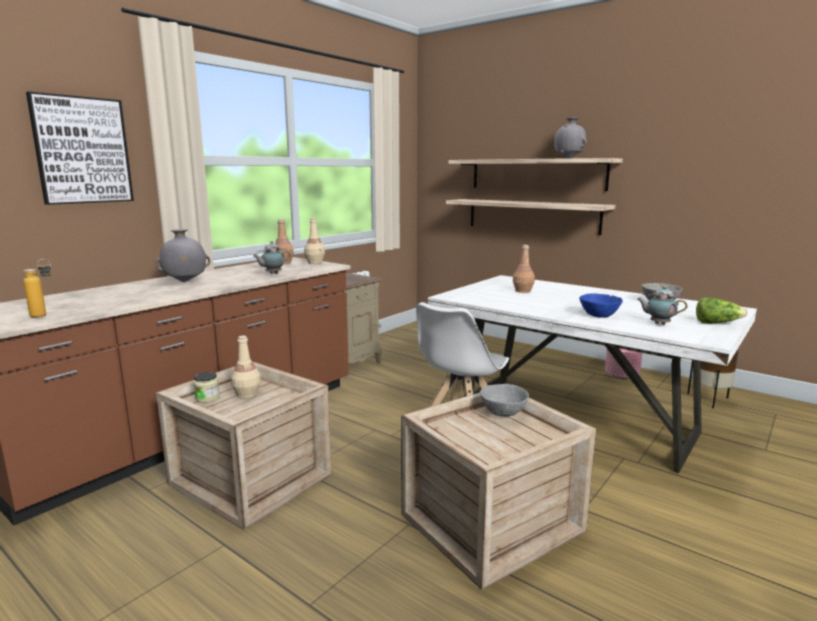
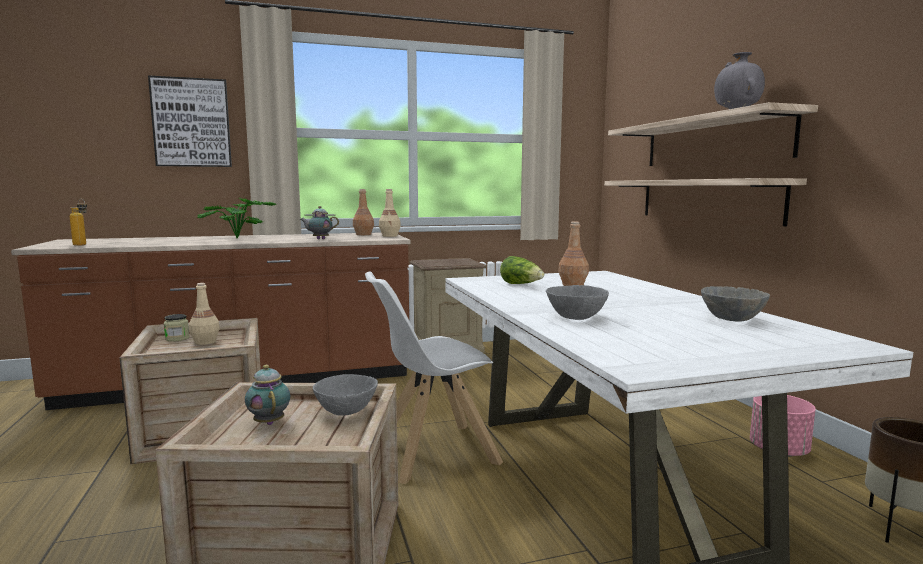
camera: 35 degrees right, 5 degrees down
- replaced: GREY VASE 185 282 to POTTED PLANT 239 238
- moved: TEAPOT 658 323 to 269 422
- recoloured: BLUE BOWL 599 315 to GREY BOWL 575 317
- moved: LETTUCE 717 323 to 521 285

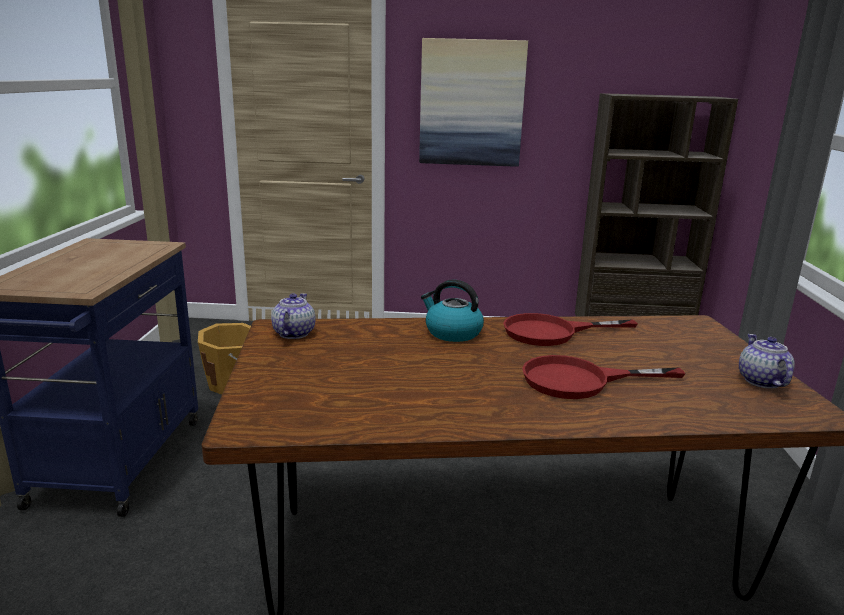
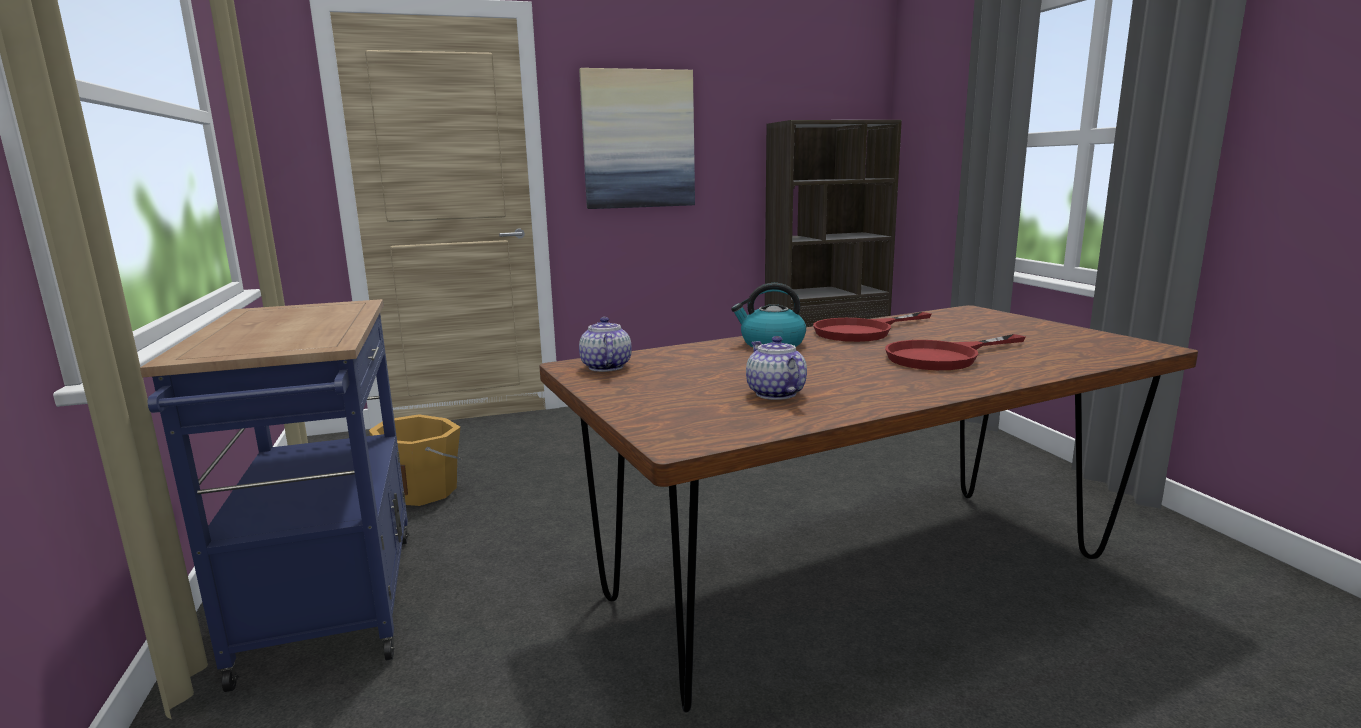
camera: 20 degrees left, 5 degrees down
- moved: TEAPOT 761 381 to 774 393

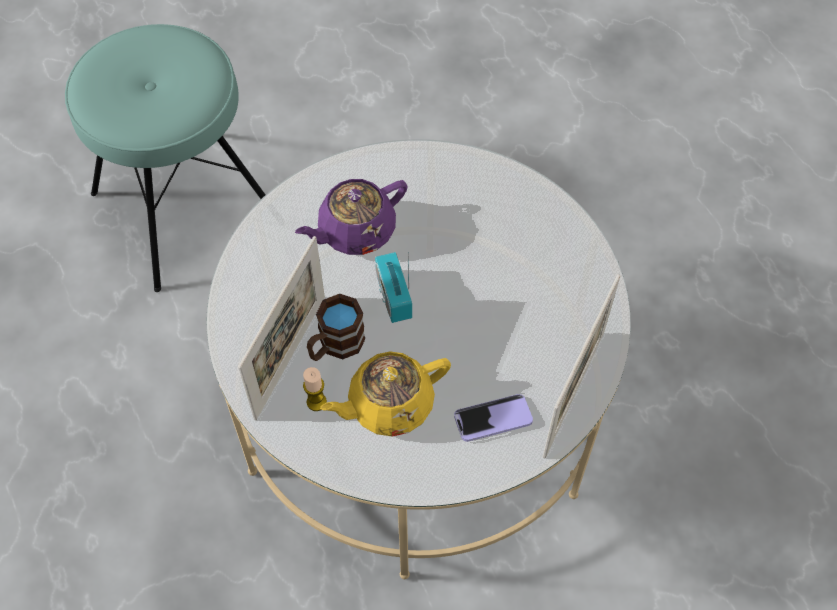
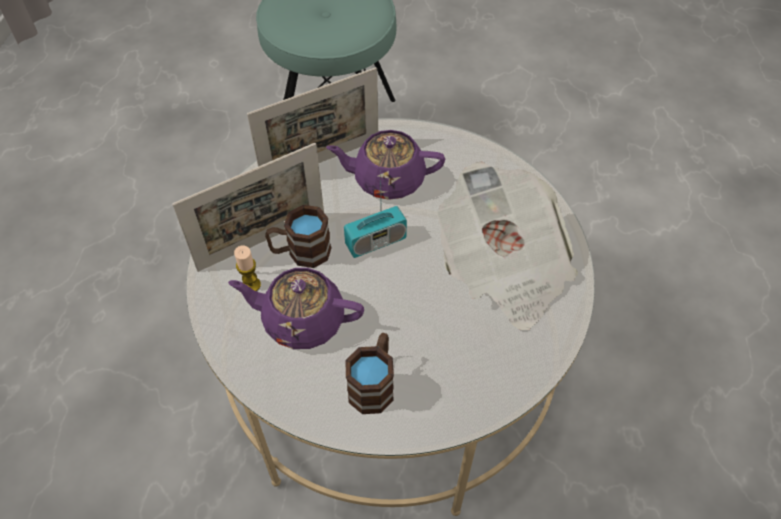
camera: 35 degrees right, 5 degrees down
- turned: RADIO 393 296 = 376 242 135 degrees counterclockwise
- moved: PICTURE FRAME 574 393 to 321 161
- recoloured: YELLOW TEAPOT 389 404 to PURPLE TEAPOT 302 320
- replaced: PHONE 493 419 to BROWN MUG 374 383
- added: NEWSPAPER 504 268

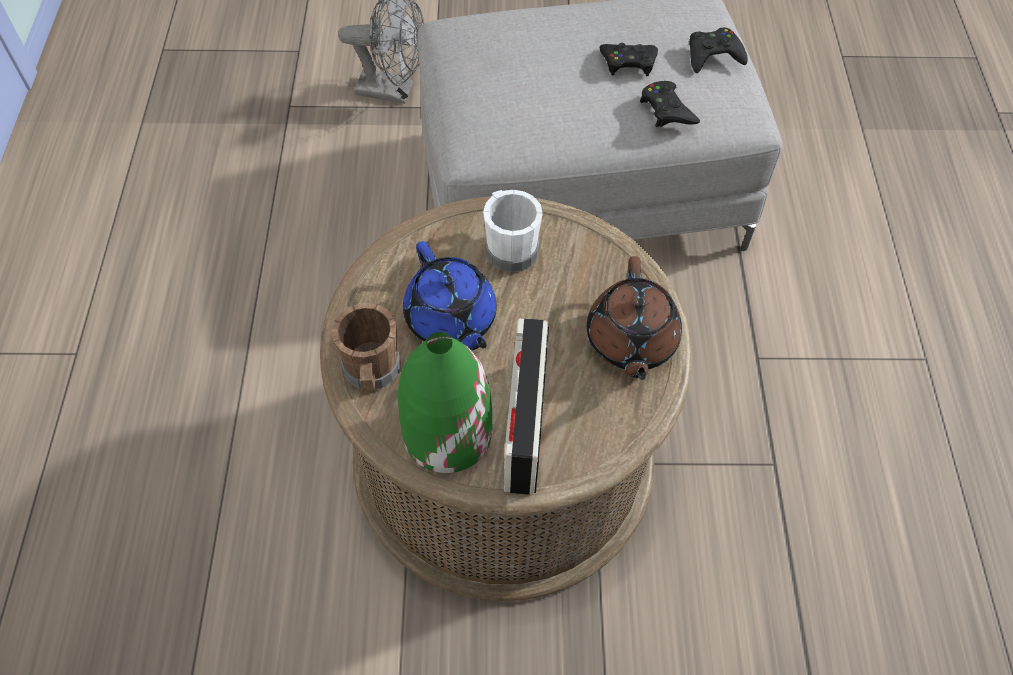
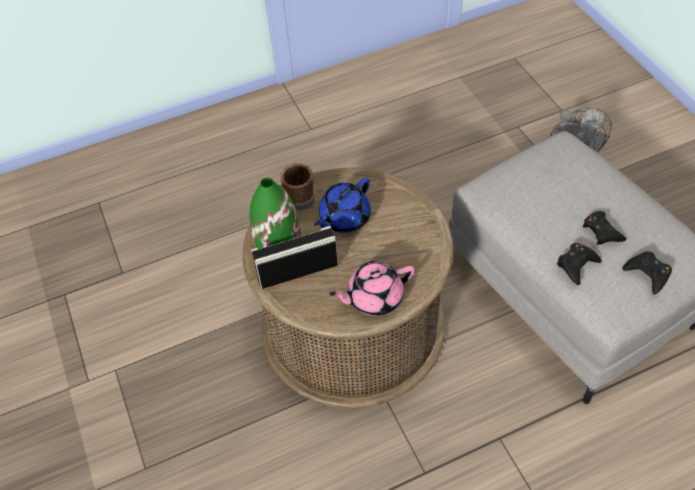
camera: 70 degrees right, 5 degrees down
- removed: WHITE MUG 509 246
- recoloured: BROWN TEAPOT 630 341 to PINK TEAPOT 374 297

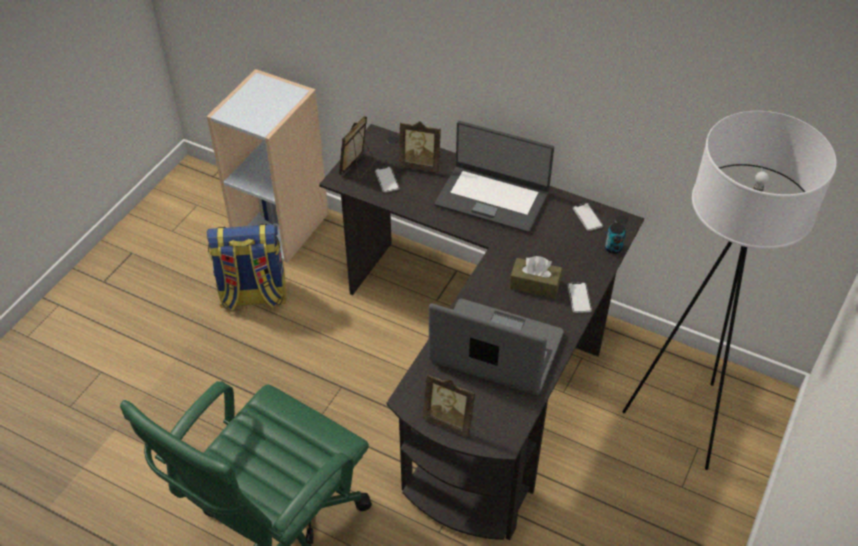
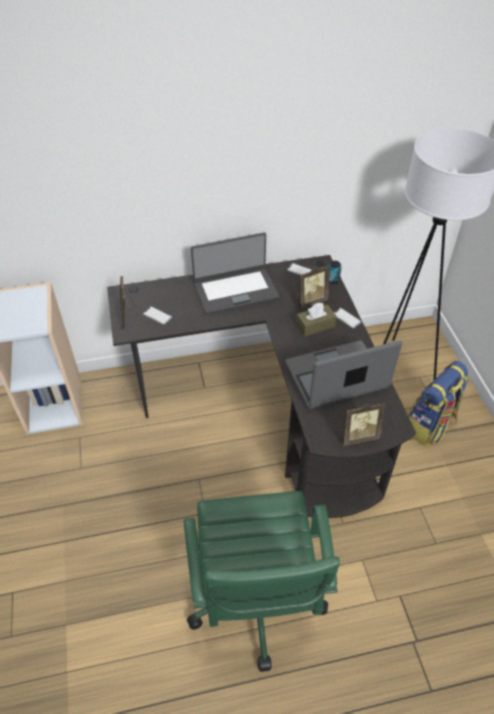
camera: 40 degrees left, 0 degrees up
- moved: PICTURE FRAME 420 164 to 310 301
- moved: BACKPACK 253 296 to 430 426

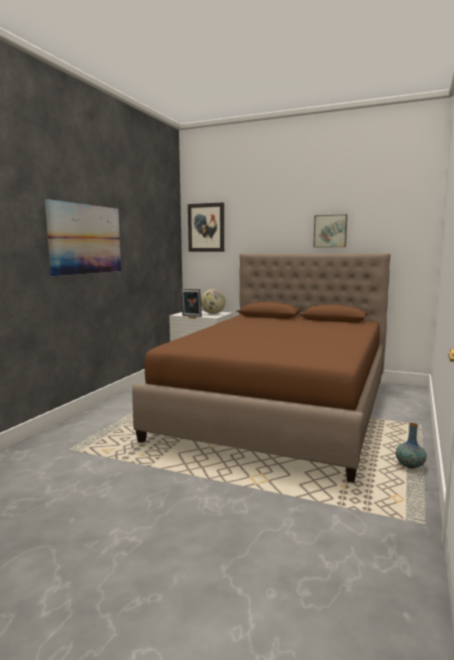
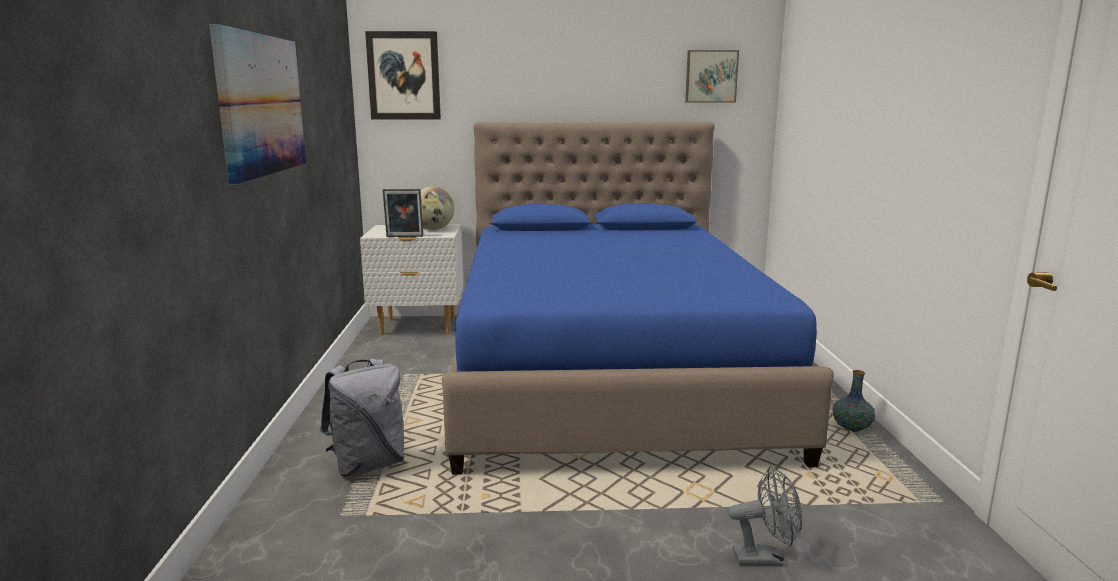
camera: 25 degrees left, 5 degrees up
- moved: PICTURE 330 231 to 711 76
- recoloured: BROWN BED 281 407 to BLUE BED 608 372
- added: GREY BACKPACK 368 465
- added: GREY FAN 765 558

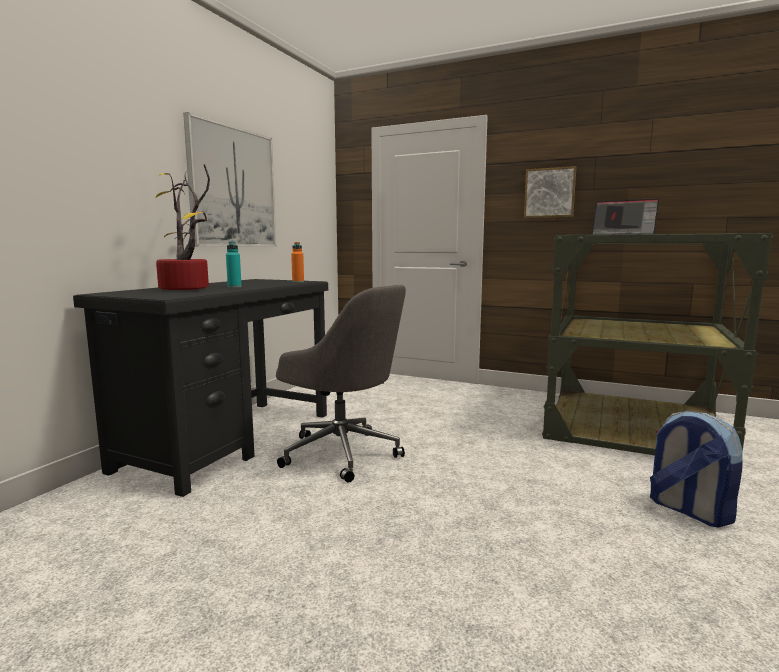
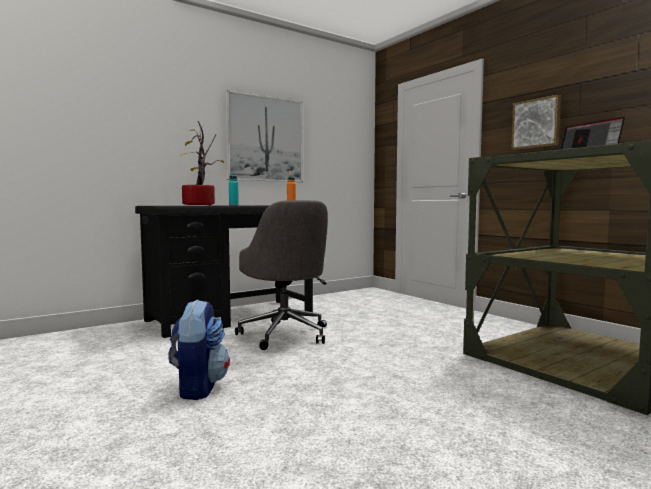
camera: 30 degrees right, 5 degrees down
- moved: BACKPACK 688 510 to 198 387

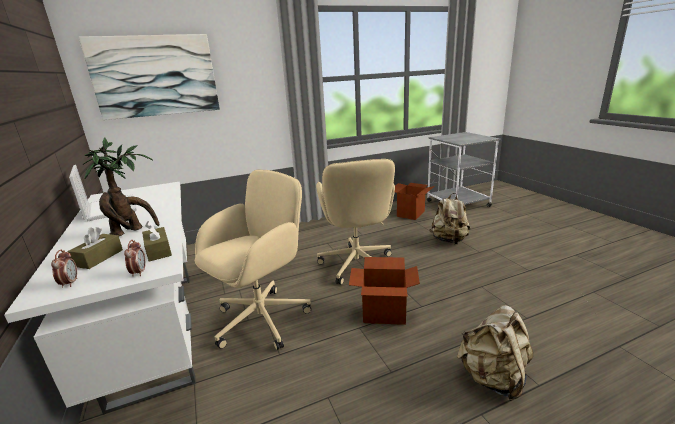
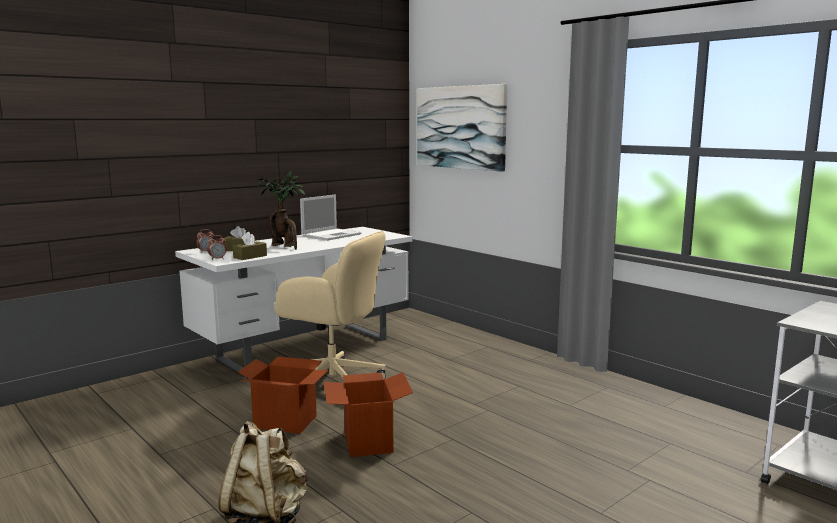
camera: 70 degrees right, 10 degrees down
- removed: BEIGE OFFICE CHAIR 356 264
- moved: CARDBOARD BOX 410 213 to 285 422
- removed: BEIGE BACKPACK 449 240

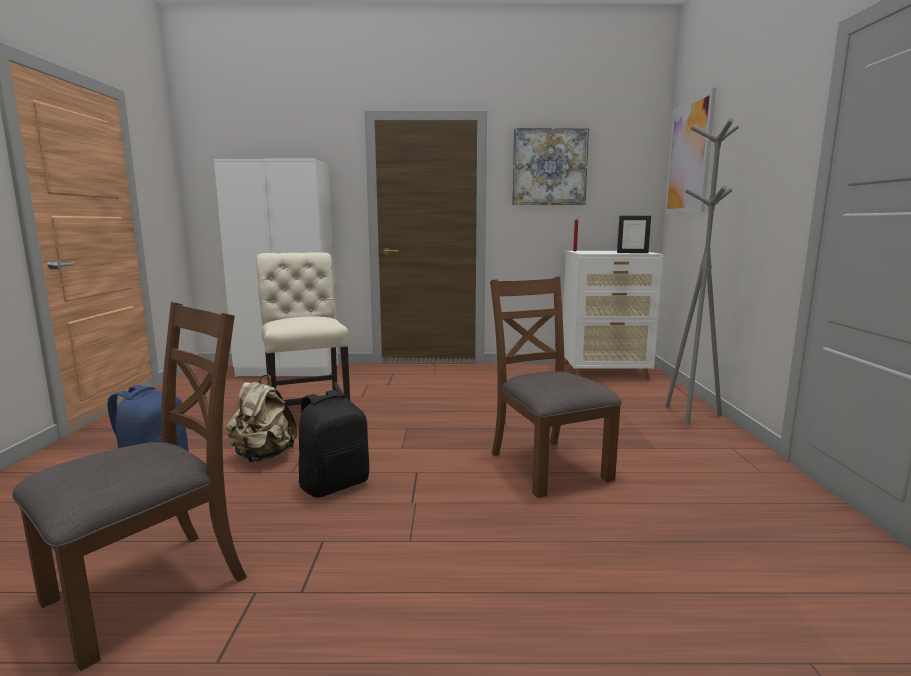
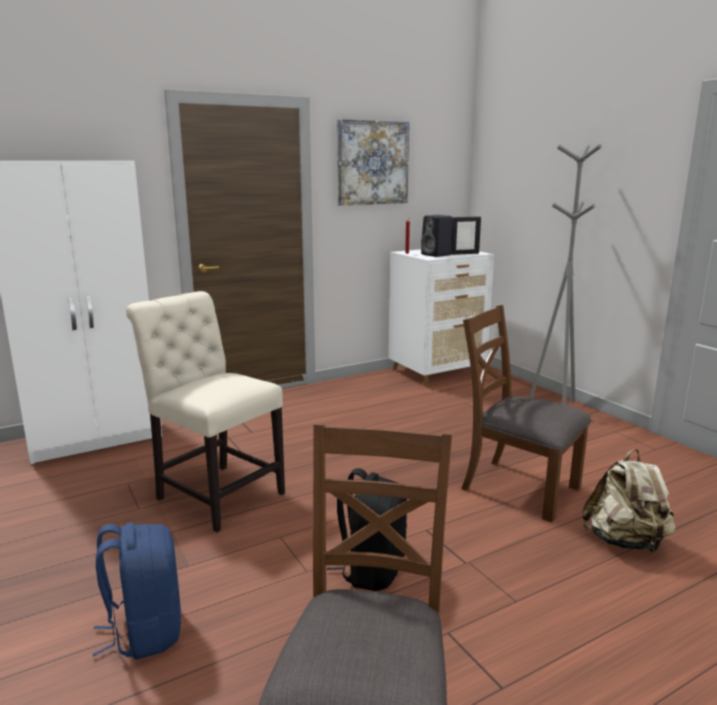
camera: 30 degrees left, 5 degrees up
- removed: PICTURE 689 157
- moved: BEIGE BACKPACK 263 456 to 625 541
- added: BLACK SPEAKER 437 255

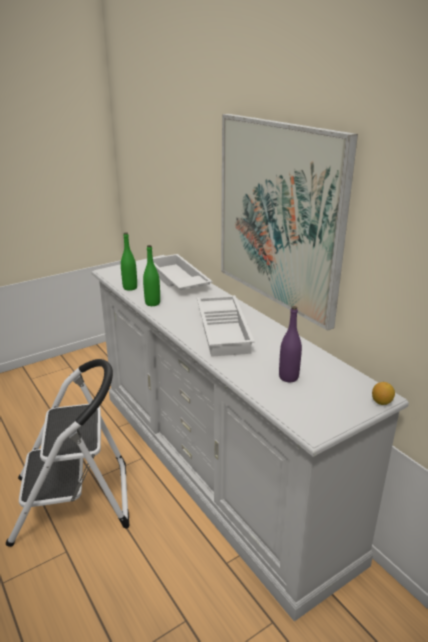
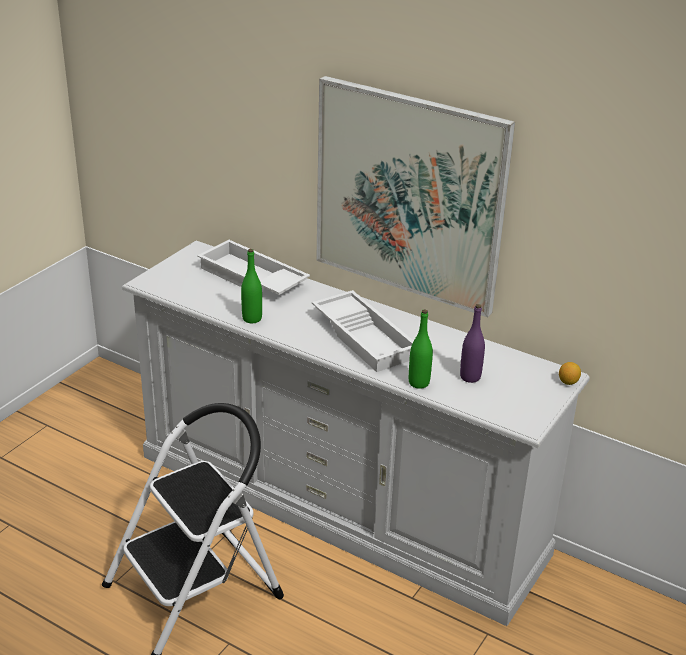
camera: 25 degrees left, 5 degrees up
- moved: GREEN BOTTLE 130 288 to 419 383

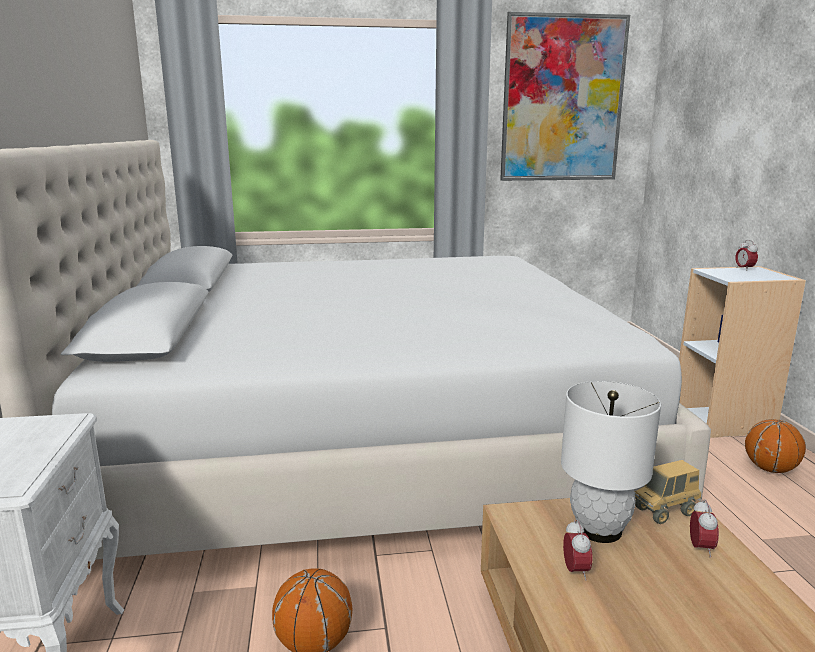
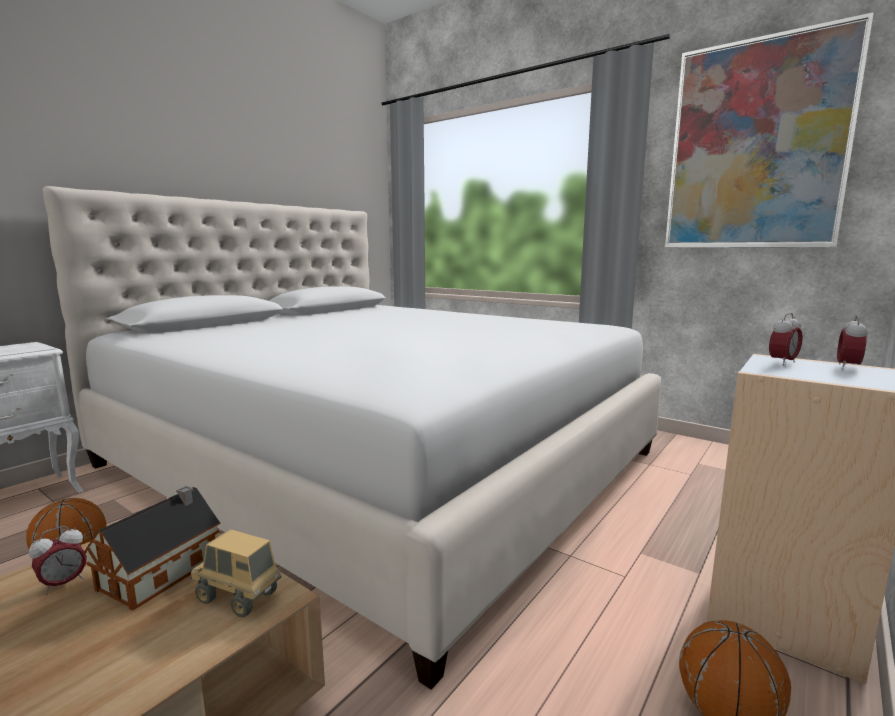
camera: 45 degrees right, 5 degrees down
- replaced: WHITE TABLE LAMP 599 529 to TOY HOUSE 164 571
- moved: ALARM CLOCK 700 548 to 782 363

